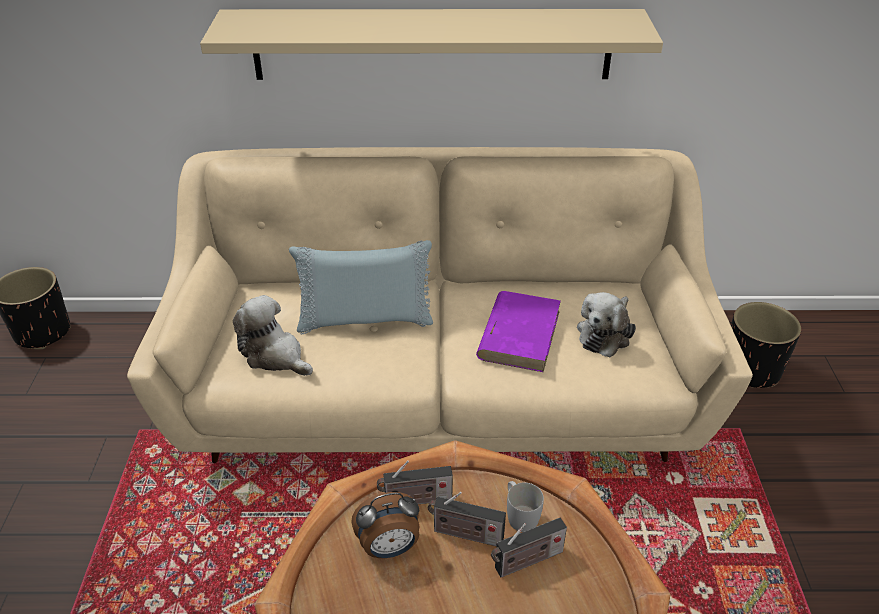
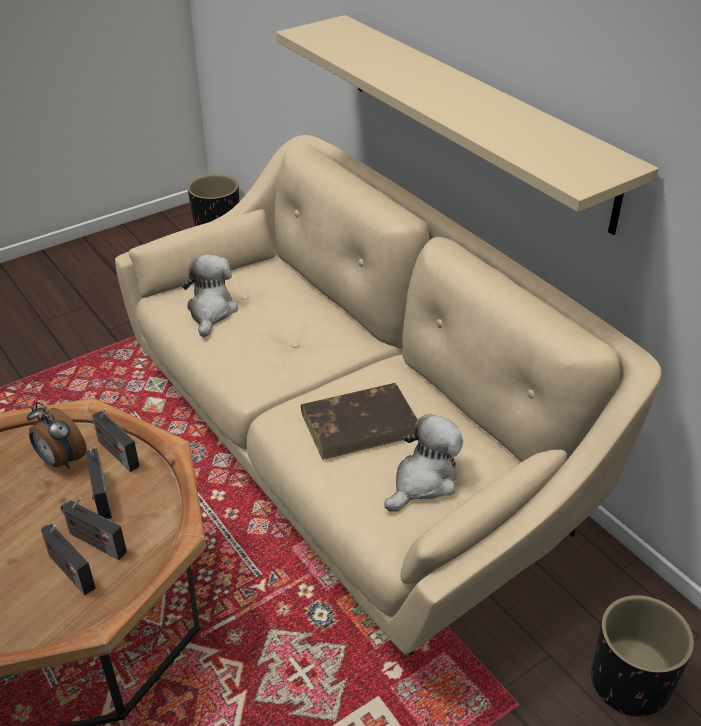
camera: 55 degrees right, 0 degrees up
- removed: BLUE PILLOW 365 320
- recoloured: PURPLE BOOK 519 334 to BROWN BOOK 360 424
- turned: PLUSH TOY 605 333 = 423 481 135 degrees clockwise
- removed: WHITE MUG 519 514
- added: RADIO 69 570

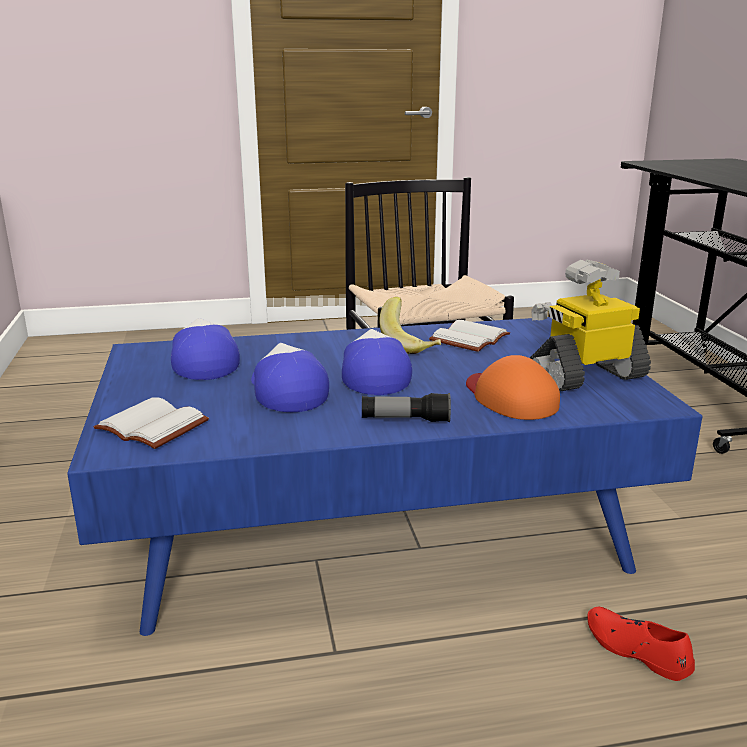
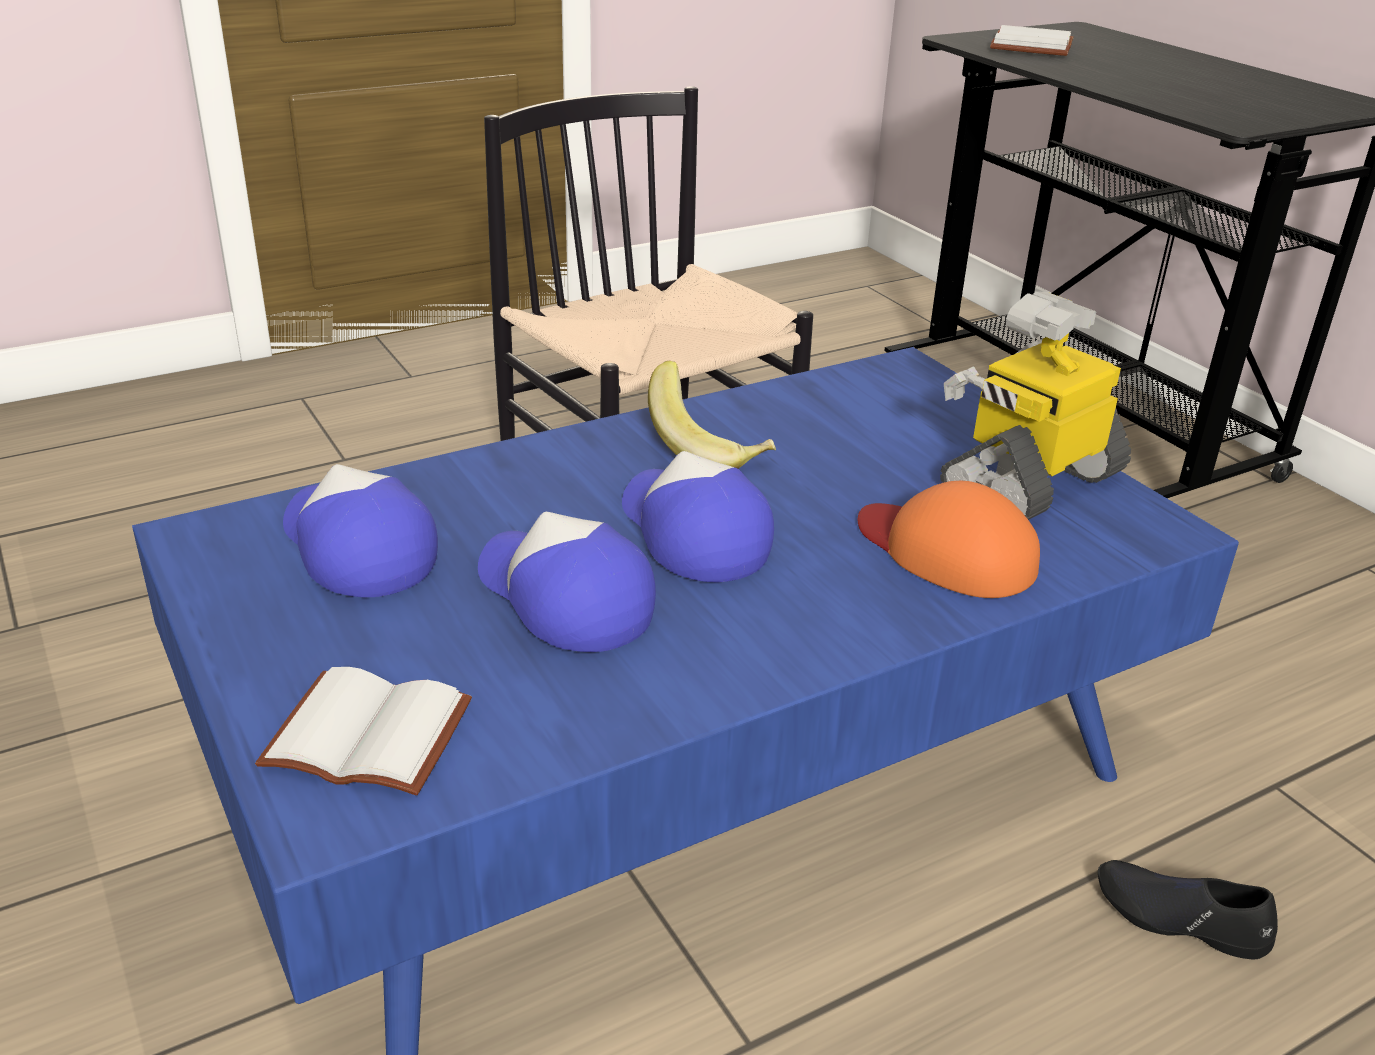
camera: 20 degrees left, 10 degrees up
- moved: WHITE BOOK 471 339 to 1034 47
- removed: FLASHLIGHT 405 420
- recoloured: RED SHOE 636 650 to BLACK SHOE 1179 918

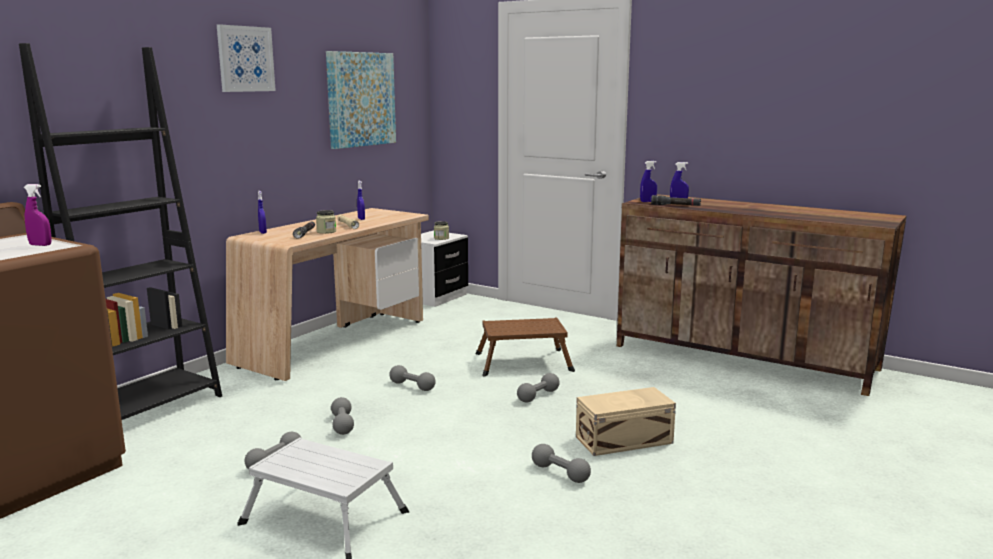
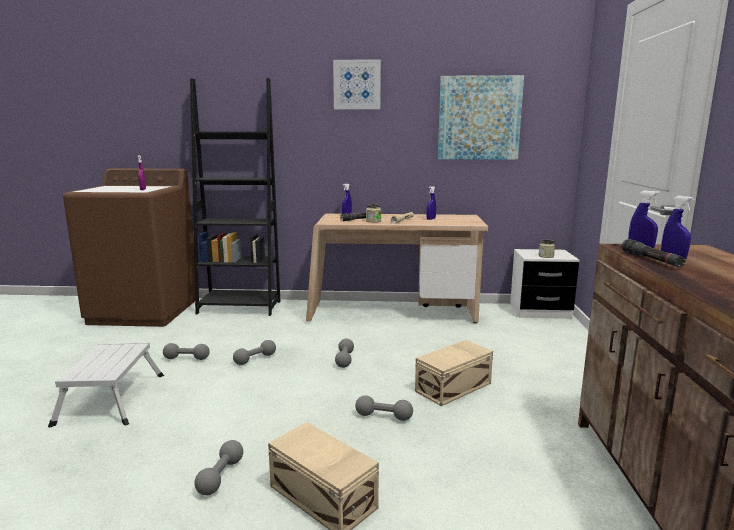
camera: 60 degrees right, 0 degrees up
- replaced: BROWN STEP LADDER 524 362 to BEIGE STORAGE BOX 455 387

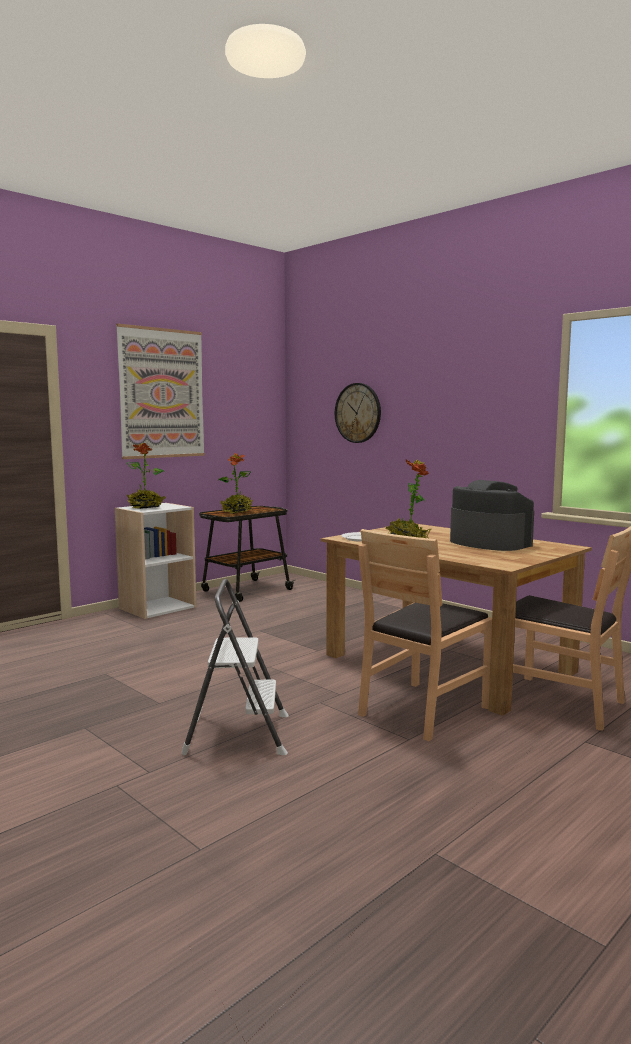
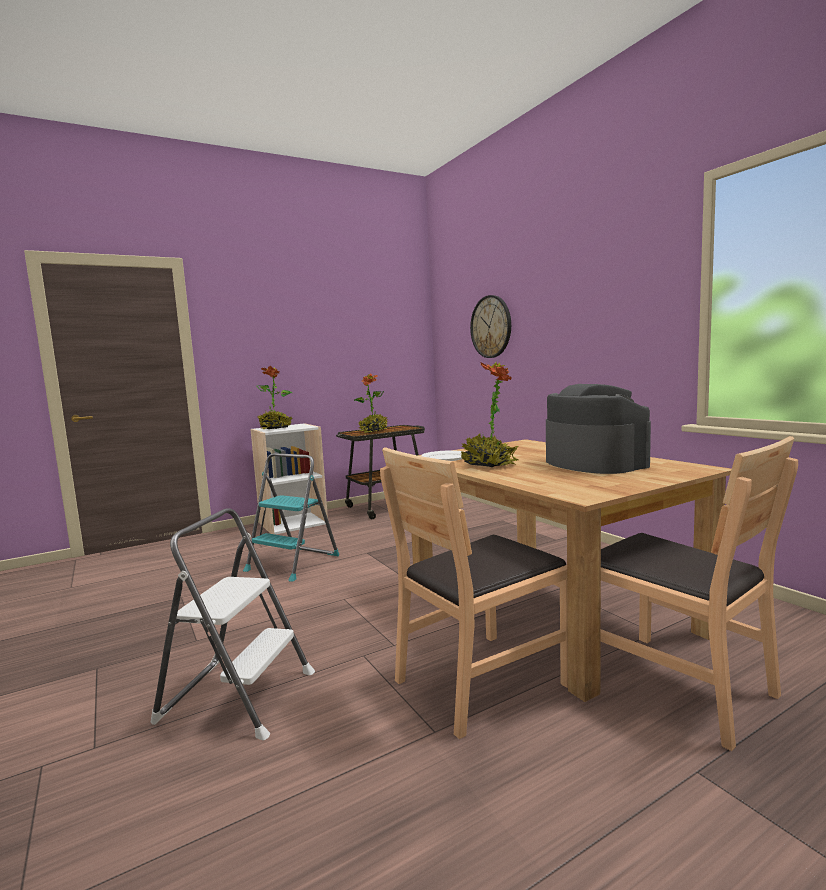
camera: 15 degrees right, 0 degrees up
- removed: PICTURE 162 393
- added: TURQUOISE STEP LADDER 296 561

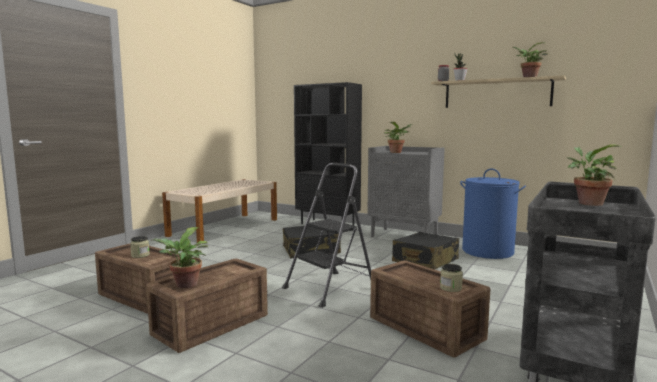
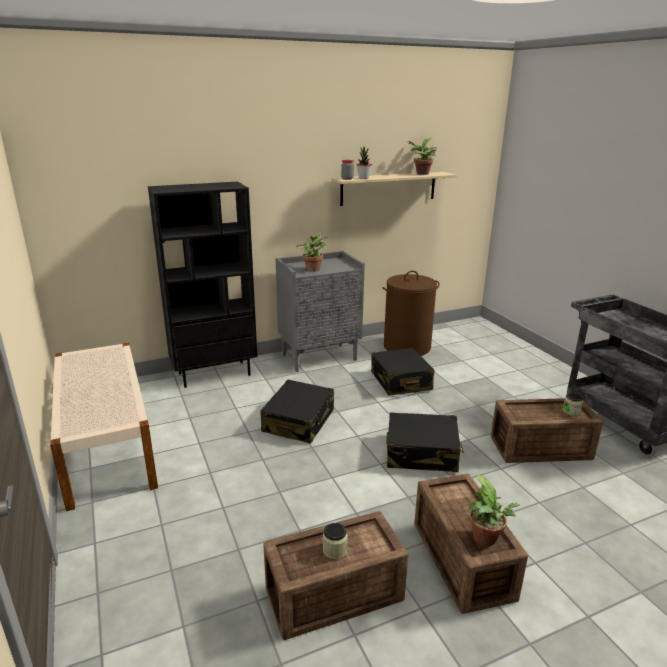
camera: 55 degrees left, 15 degrees up
- removed: POTTED PLANT 587 203
- replaced: BLACK STEP LADDER 332 287 to BLACK SUITCASE 422 453
- recoloured: BLUE LAUNDRY BASKET 488 251 to BROWN LAUNDRY BASKET 407 347

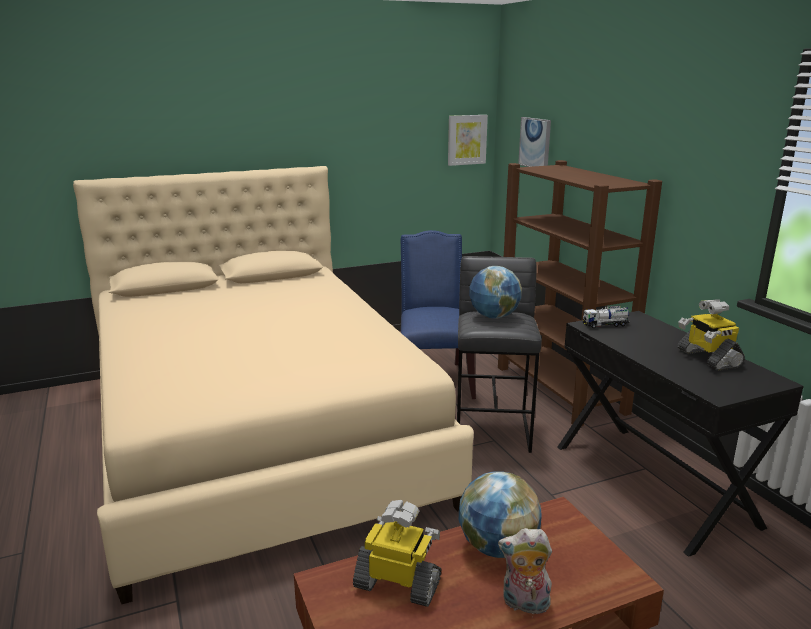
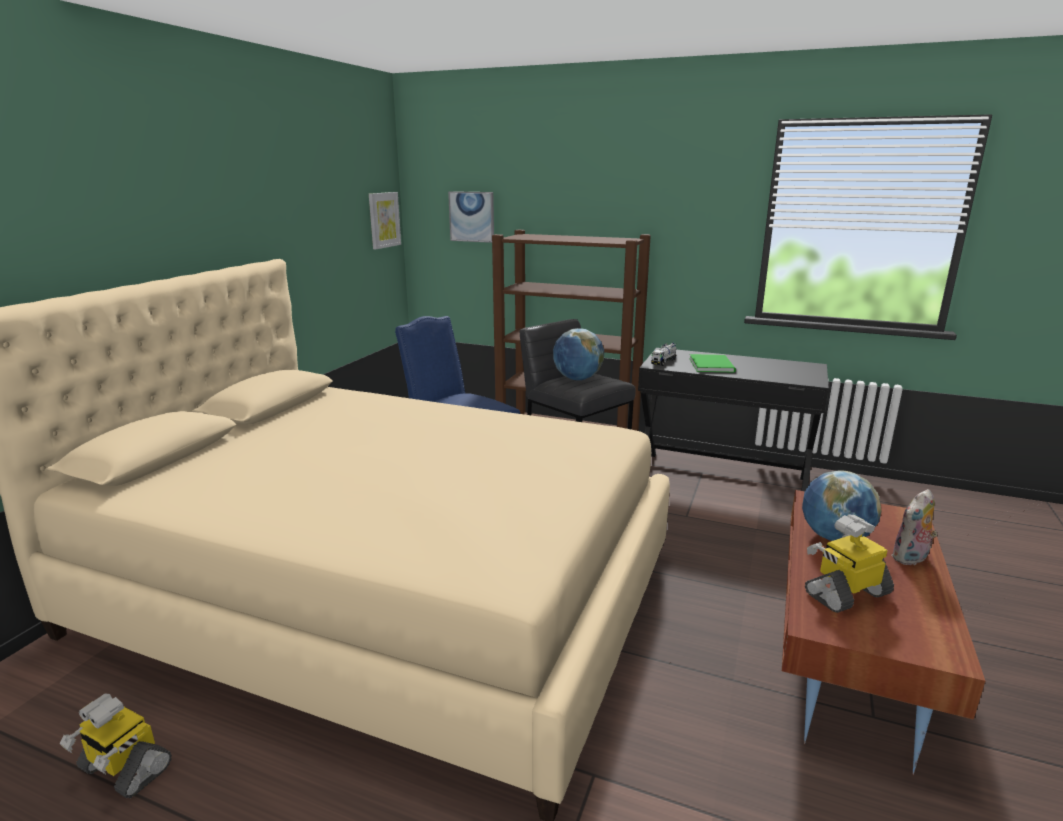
camera: 45 degrees left, 0 degrees up
- moved: TOY ROBOT 707 358 to 124 768
- added: GREEN BOOK 712 364

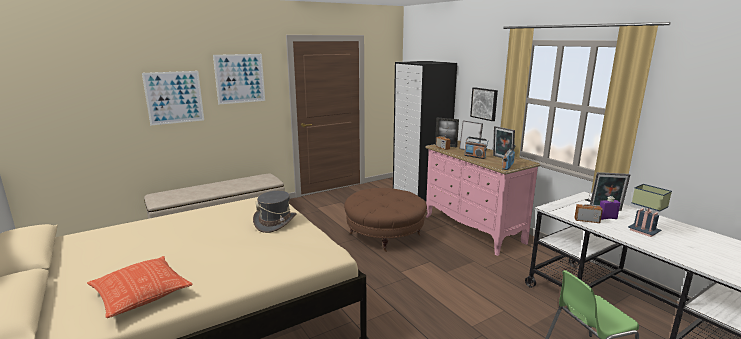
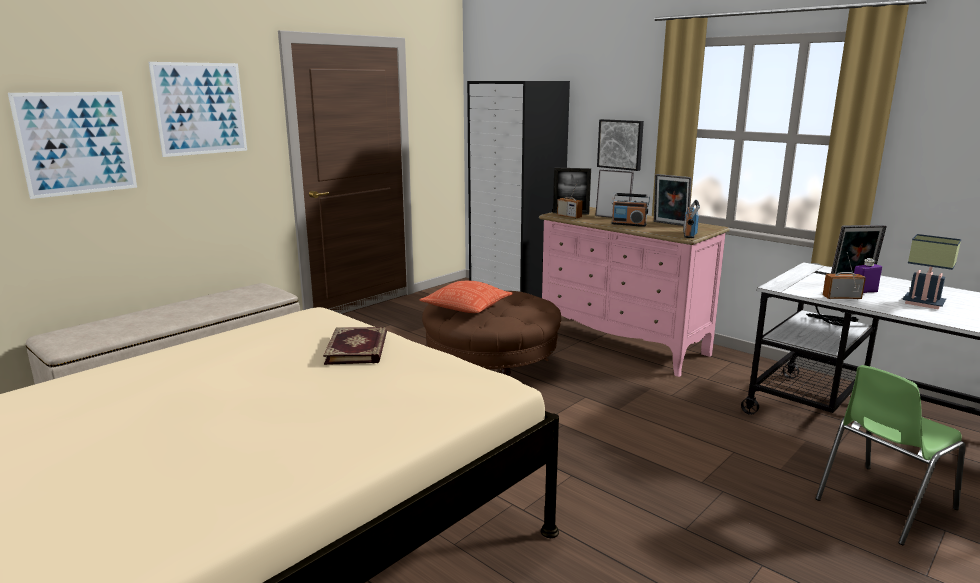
camera: 15 degrees left, 0 degrees up
- replaced: GREY HAT 275 222 to BOOK 358 349
- moved: ORANGE PILLOW 141 295 to 466 308

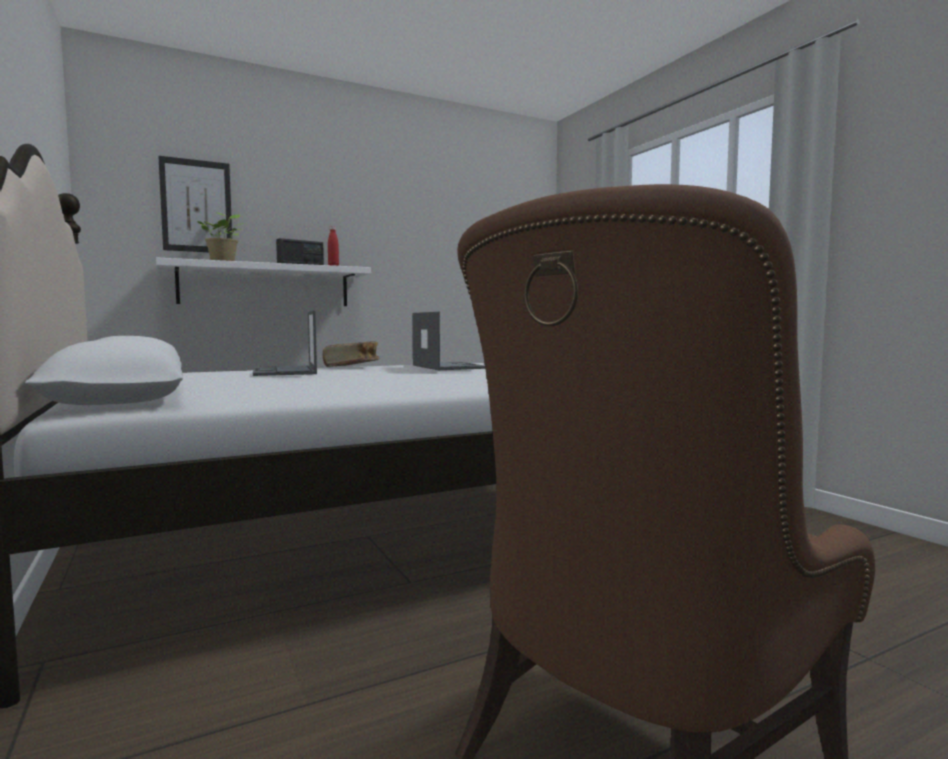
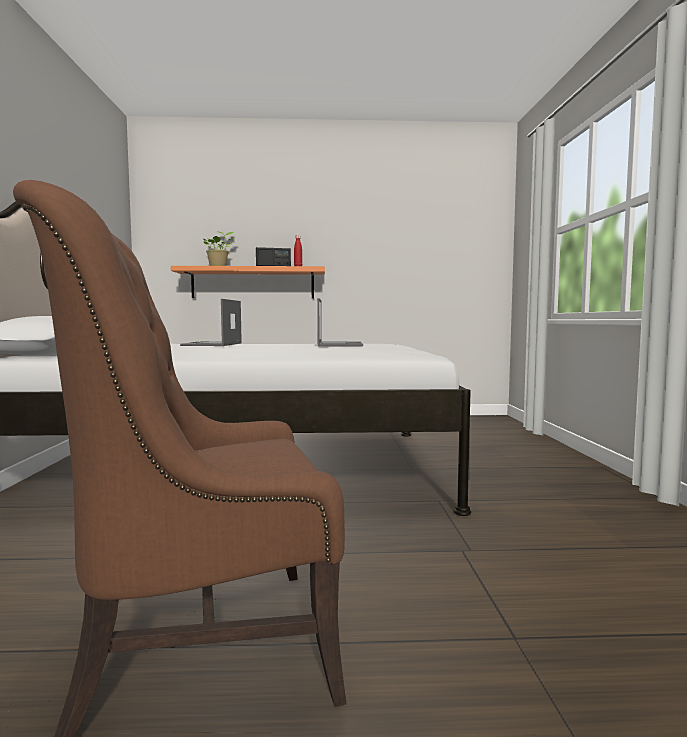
camera: 25 degrees right, 0 degrees up
- removed: PICTURE 196 206
- recoloured: WHITE SHELF 266 285 to ORANGE SHELF 253 283
- removed: BOOK 352 367

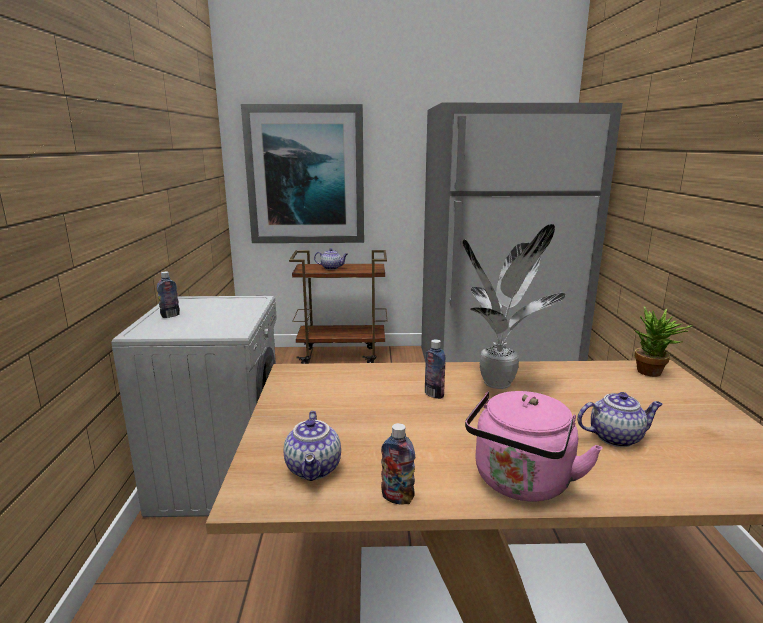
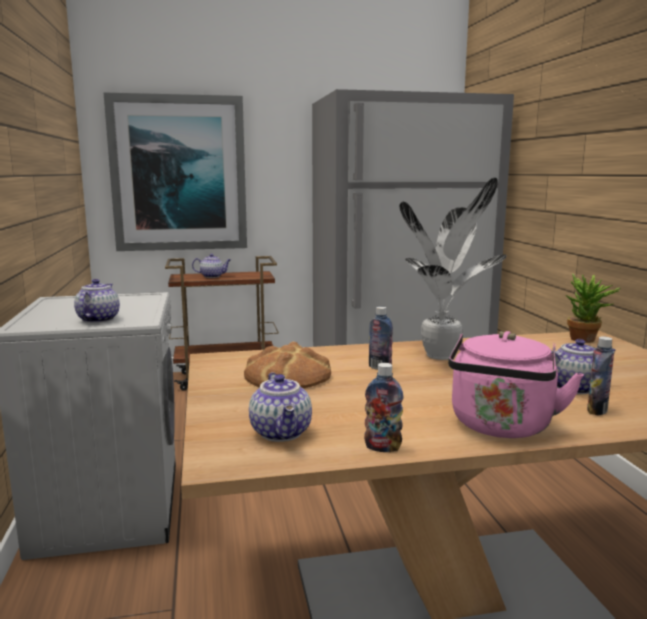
camera: 10 degrees left, 5 degrees down
- moved: BOTTLE 170 315 to 597 410
- added: TEAPOT 98 319
- added: BREAD 288 375

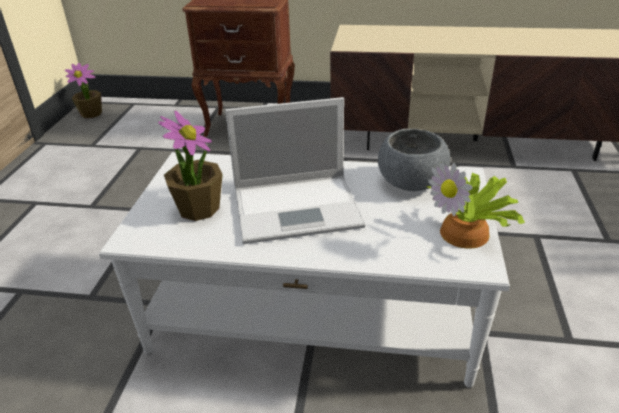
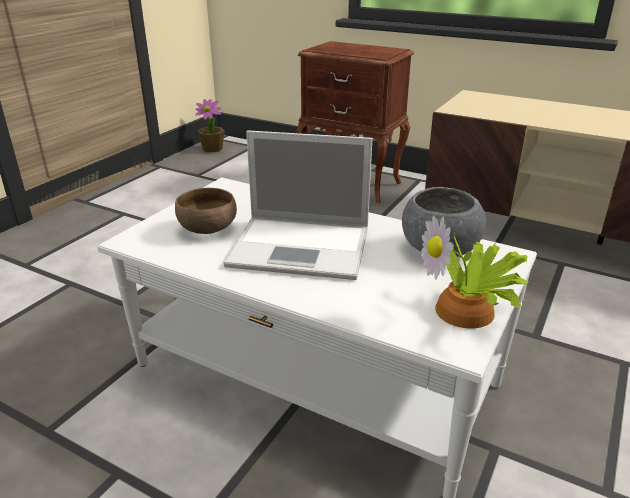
camera: 20 degrees right, 5 degrees down
- replaced: POTTED PLANT 198 208 to BROWN BOWL 208 228

